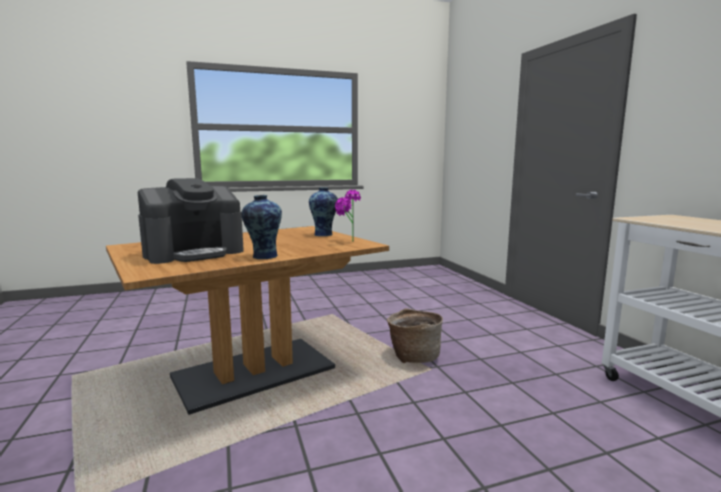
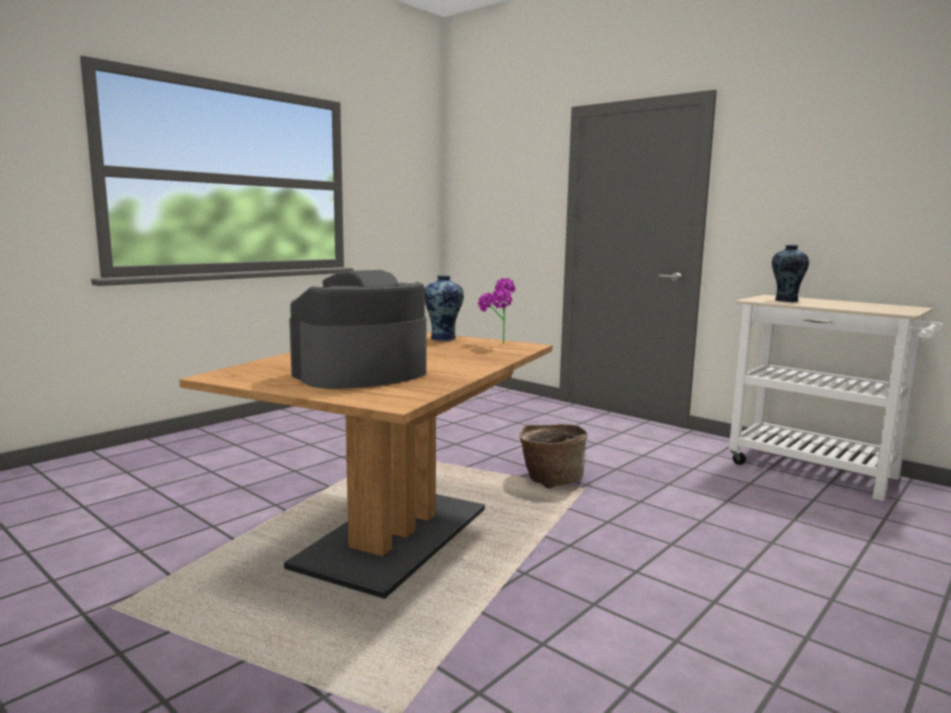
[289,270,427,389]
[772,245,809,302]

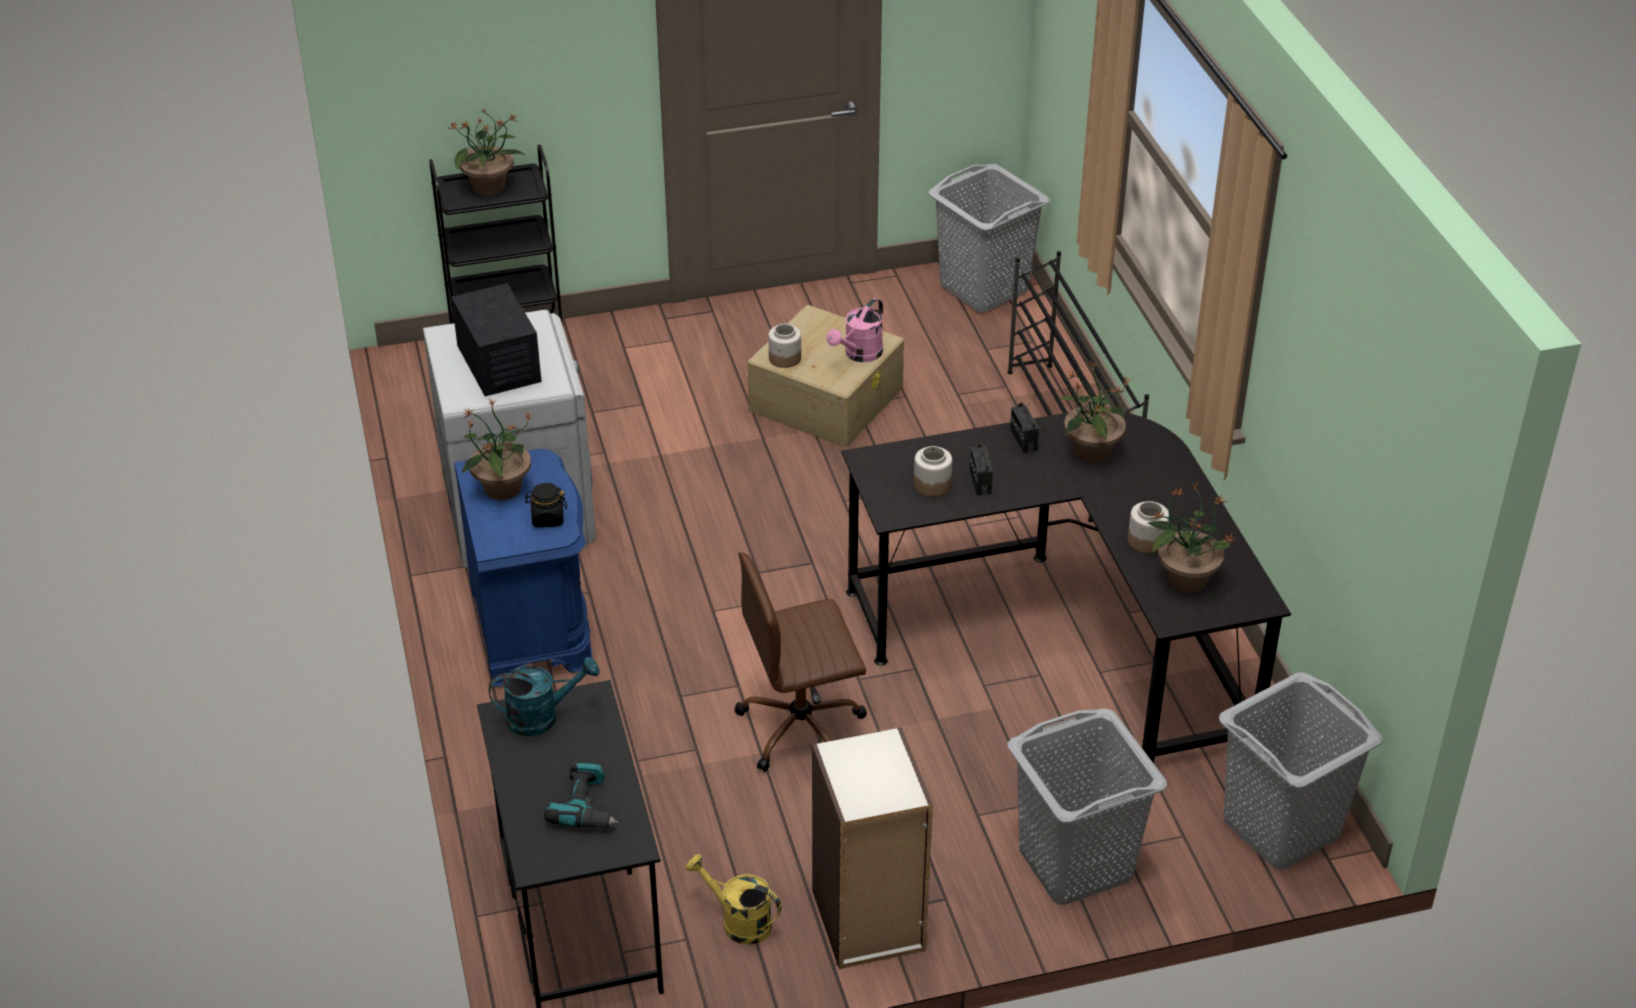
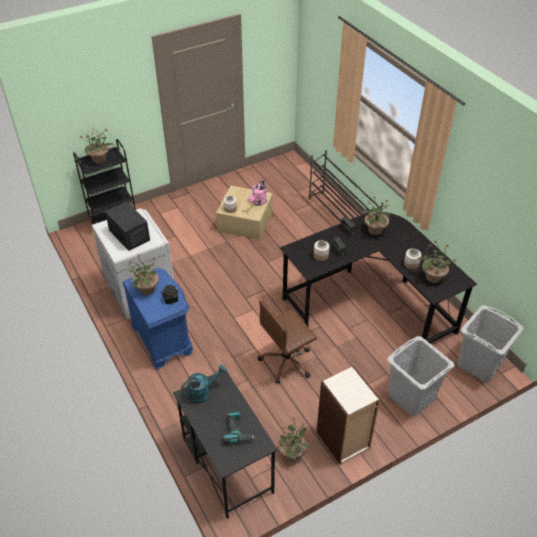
[278,417,310,461]
[928,164,1051,312] (first image)

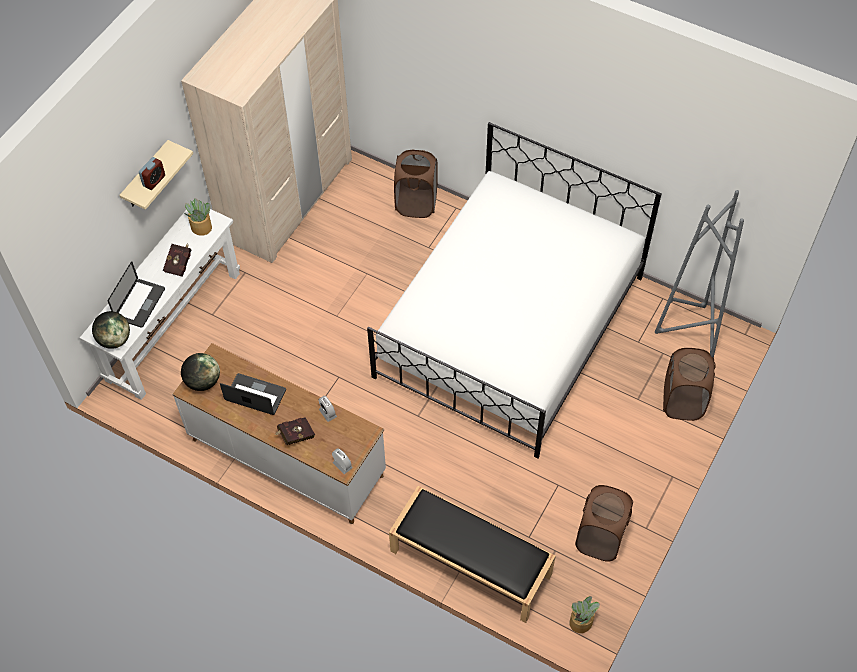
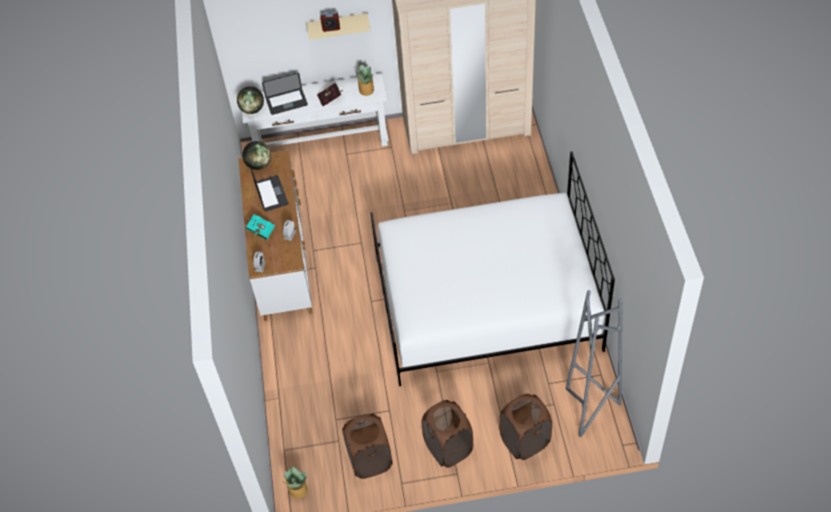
[246,214,275,240]
[421,400,473,468]
[389,486,556,623] (first image)

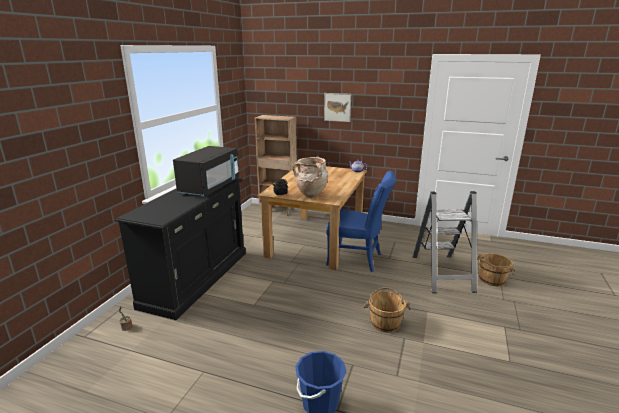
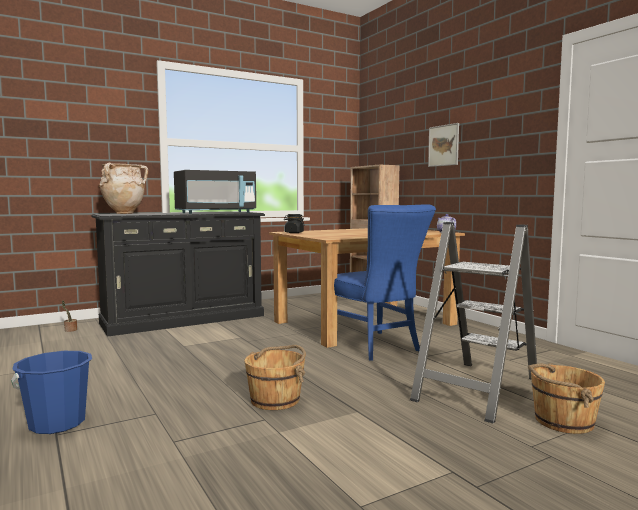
[99,163,148,214]

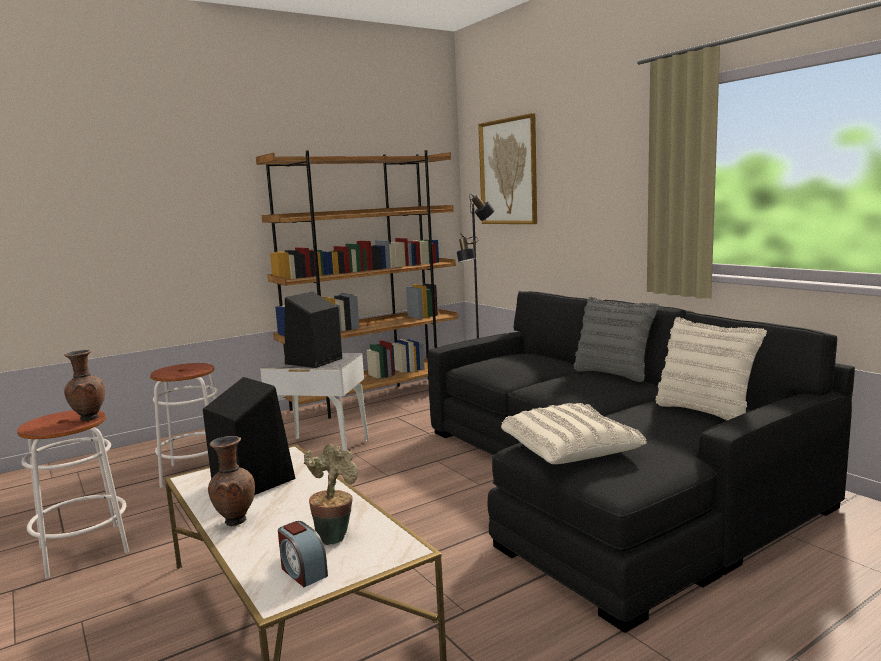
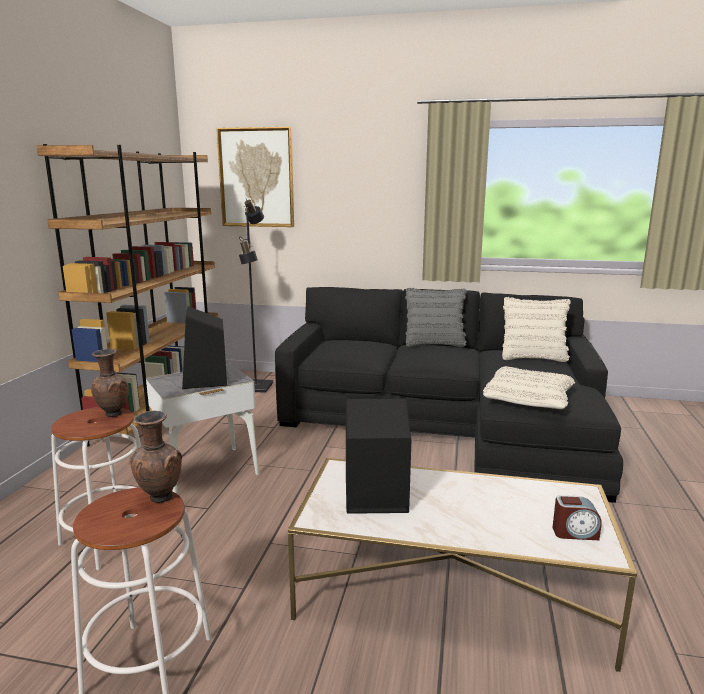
[91,349,129,417]
[304,444,358,545] (first image)

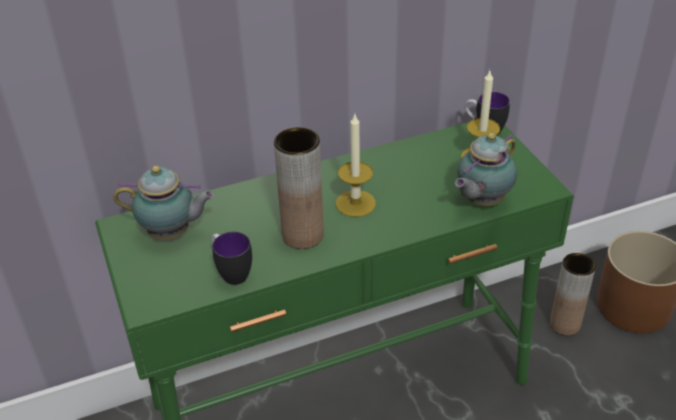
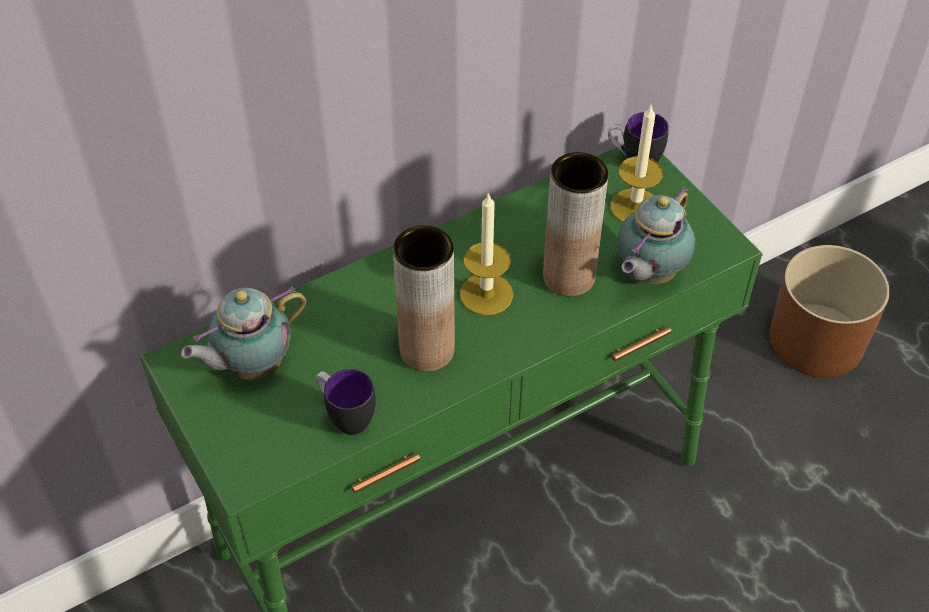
[181,286,306,380]
[543,152,608,297]

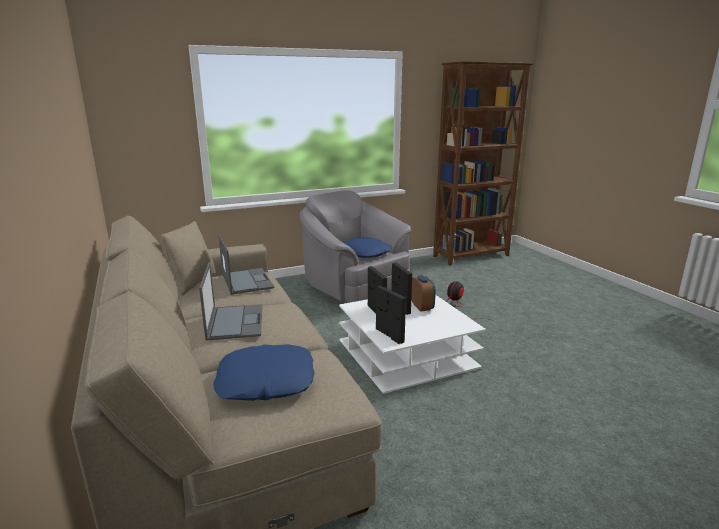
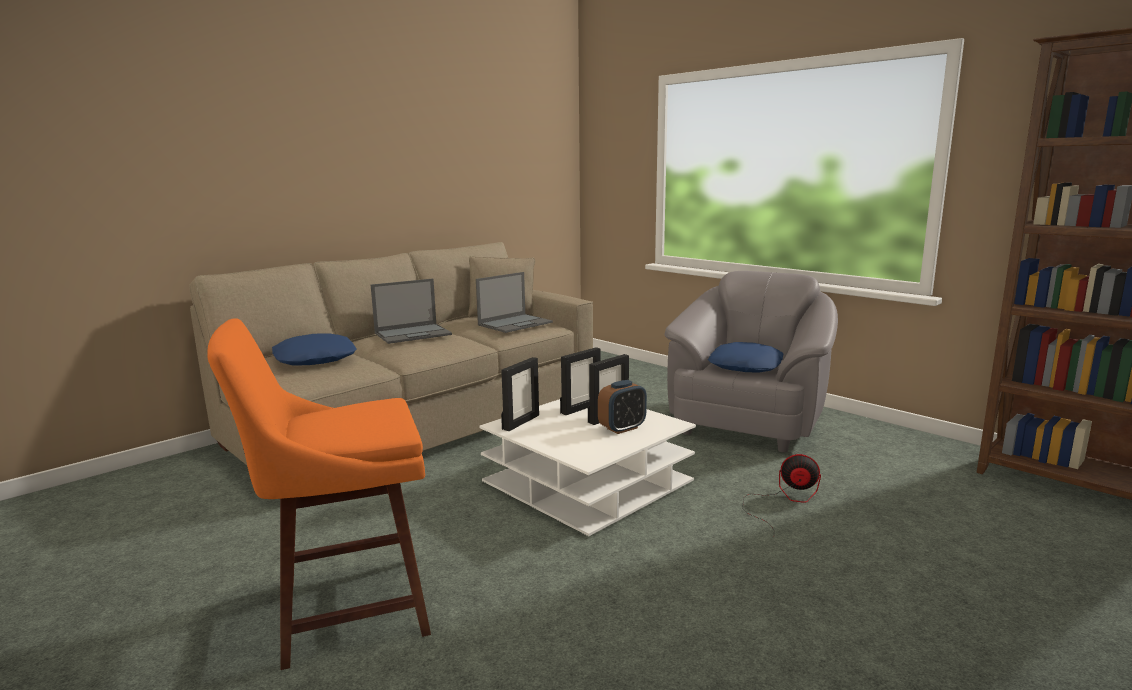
[207,318,431,670]

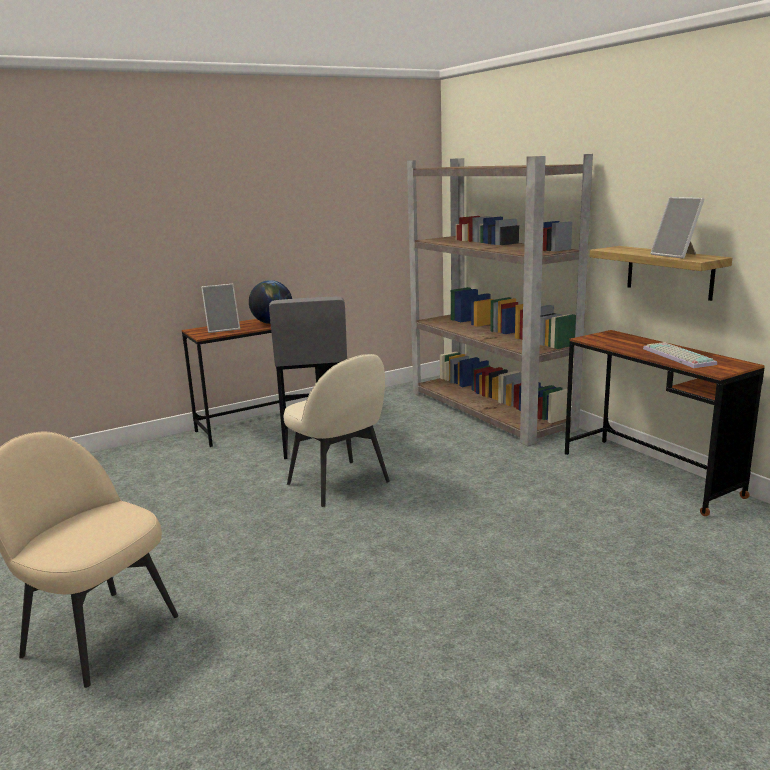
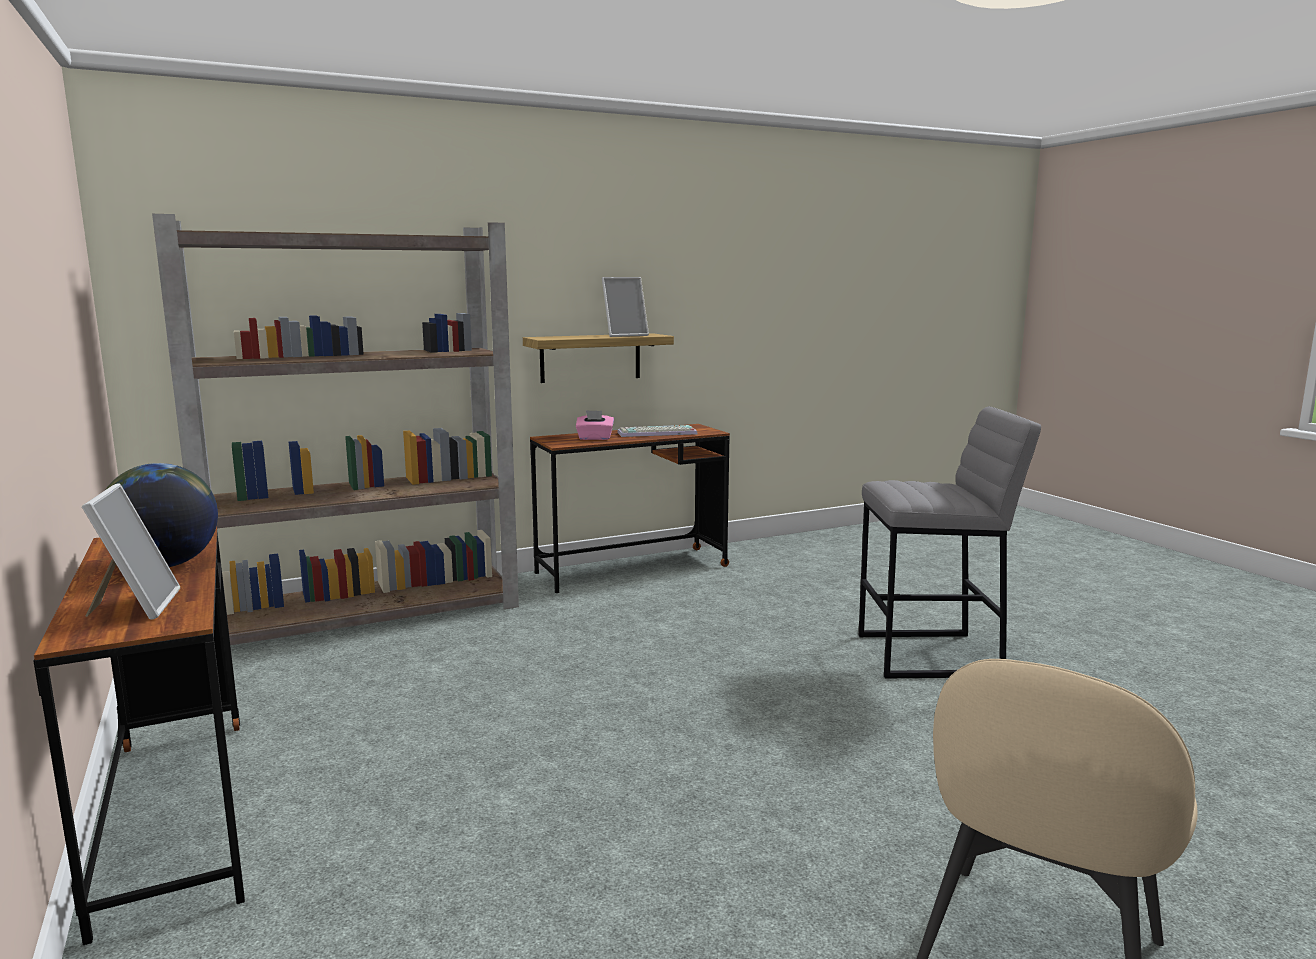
[576,410,614,440]
[859,406,1041,678]
[284,354,390,507] (first image)

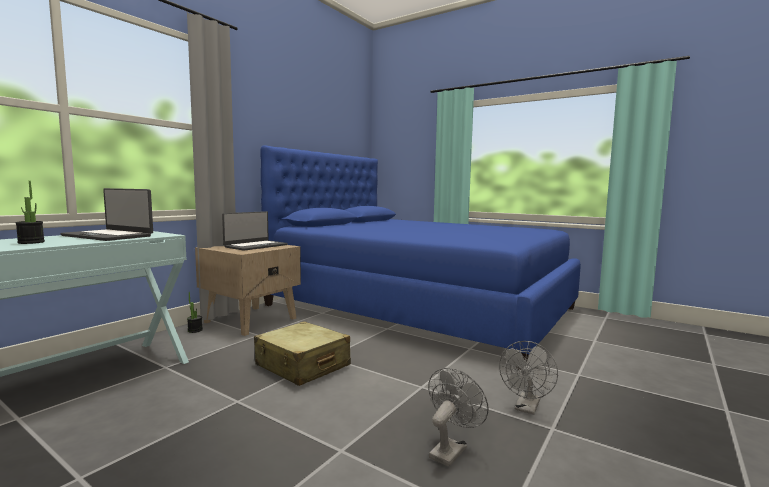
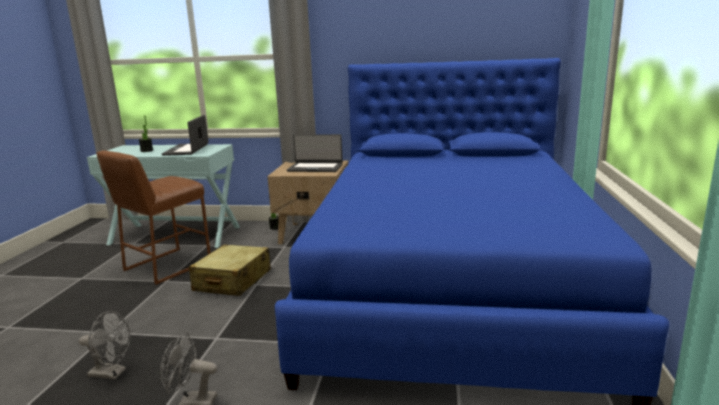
[96,150,211,285]

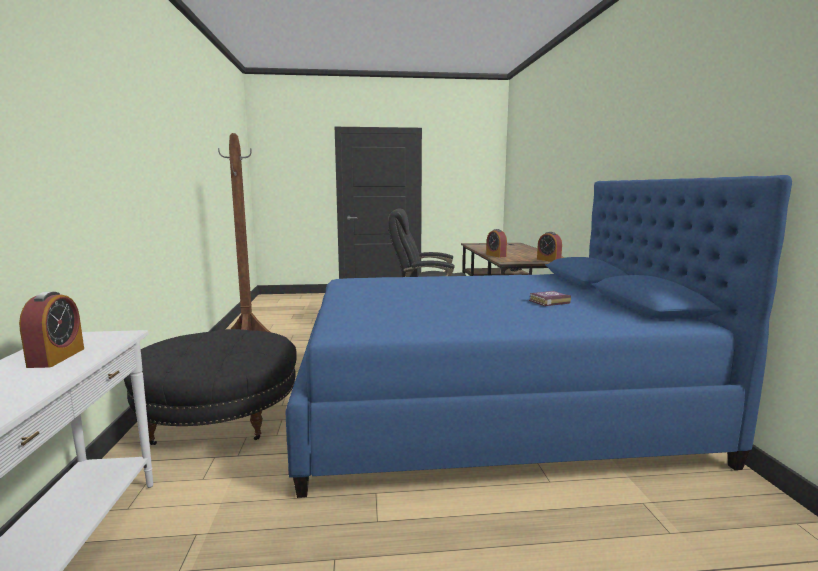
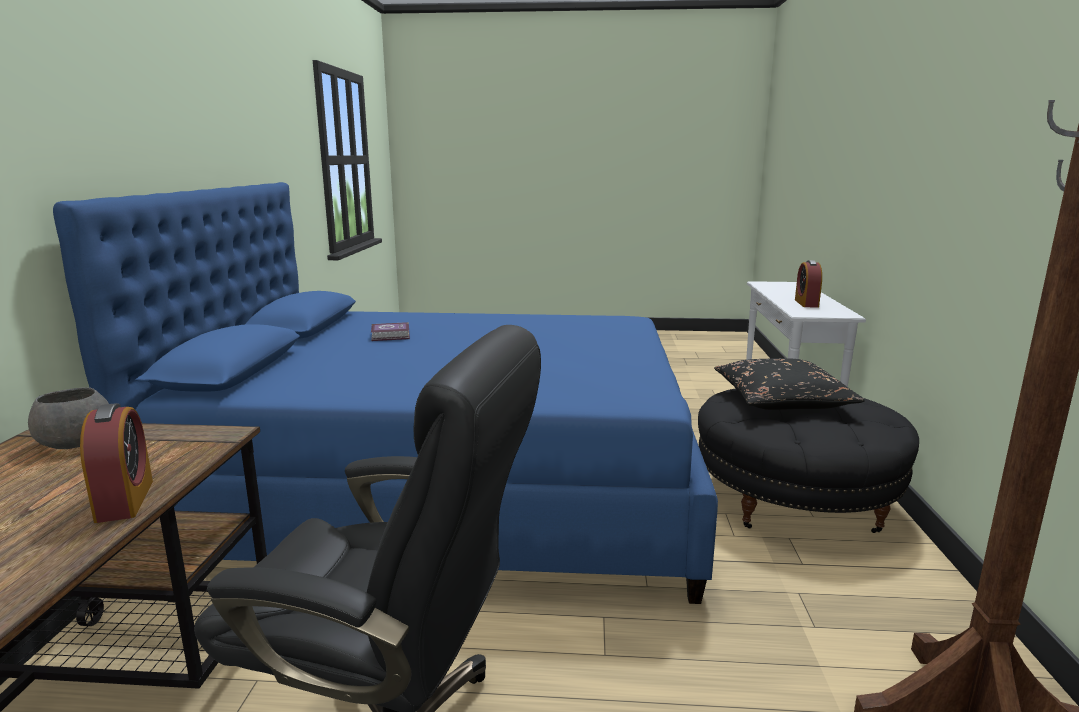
[28,387,109,449]
[714,358,865,410]

